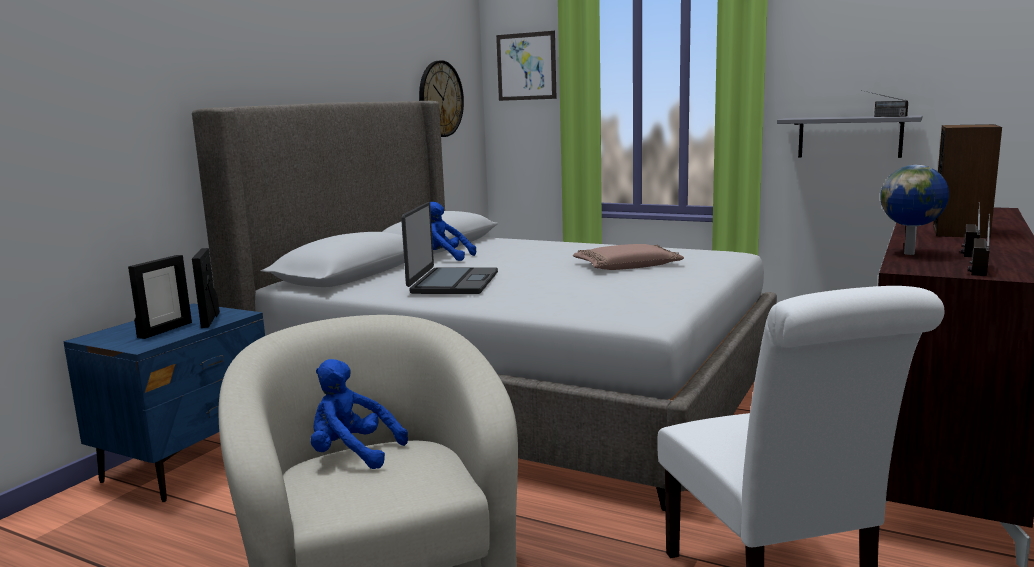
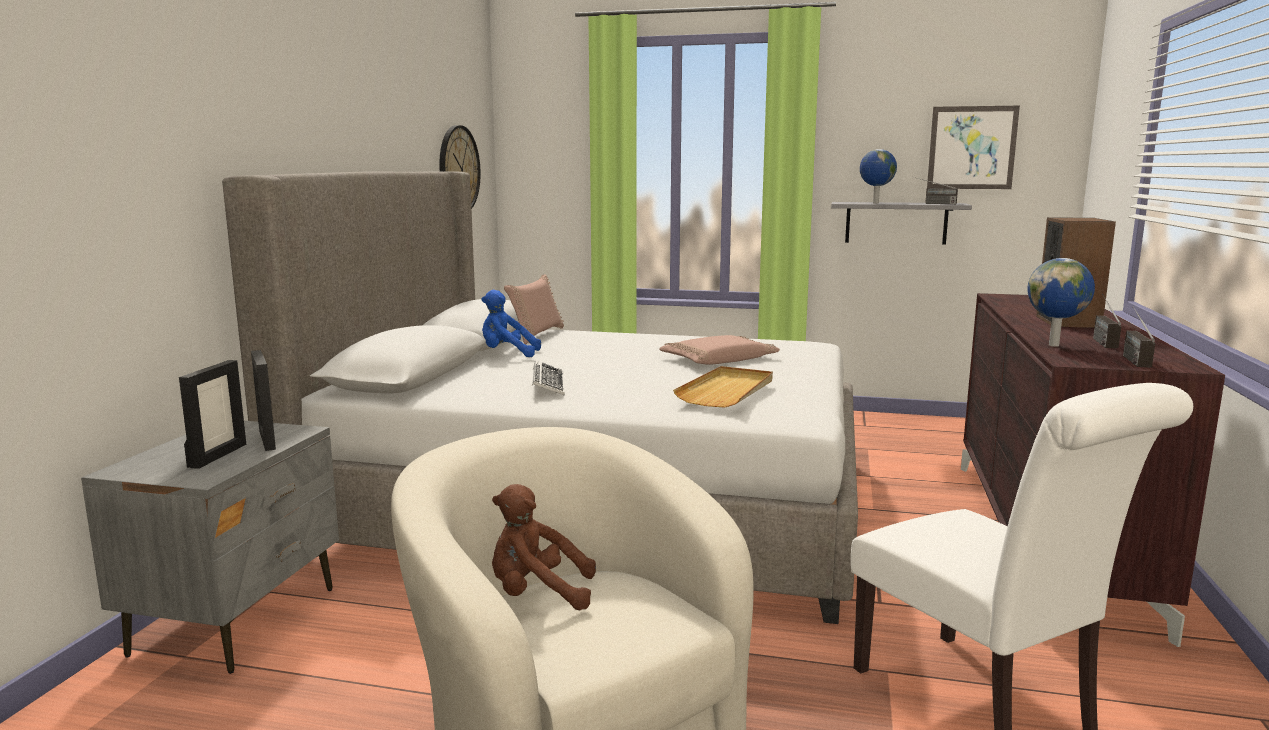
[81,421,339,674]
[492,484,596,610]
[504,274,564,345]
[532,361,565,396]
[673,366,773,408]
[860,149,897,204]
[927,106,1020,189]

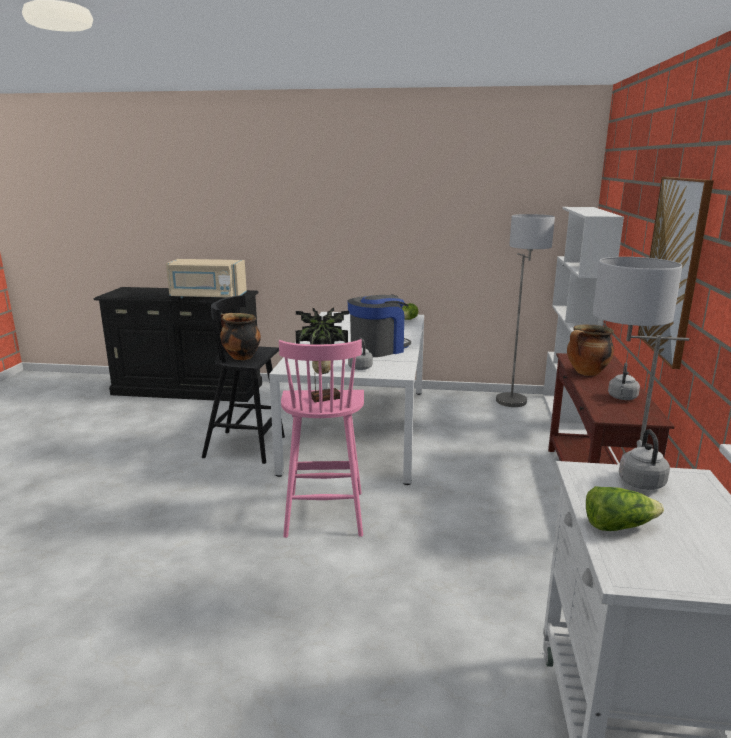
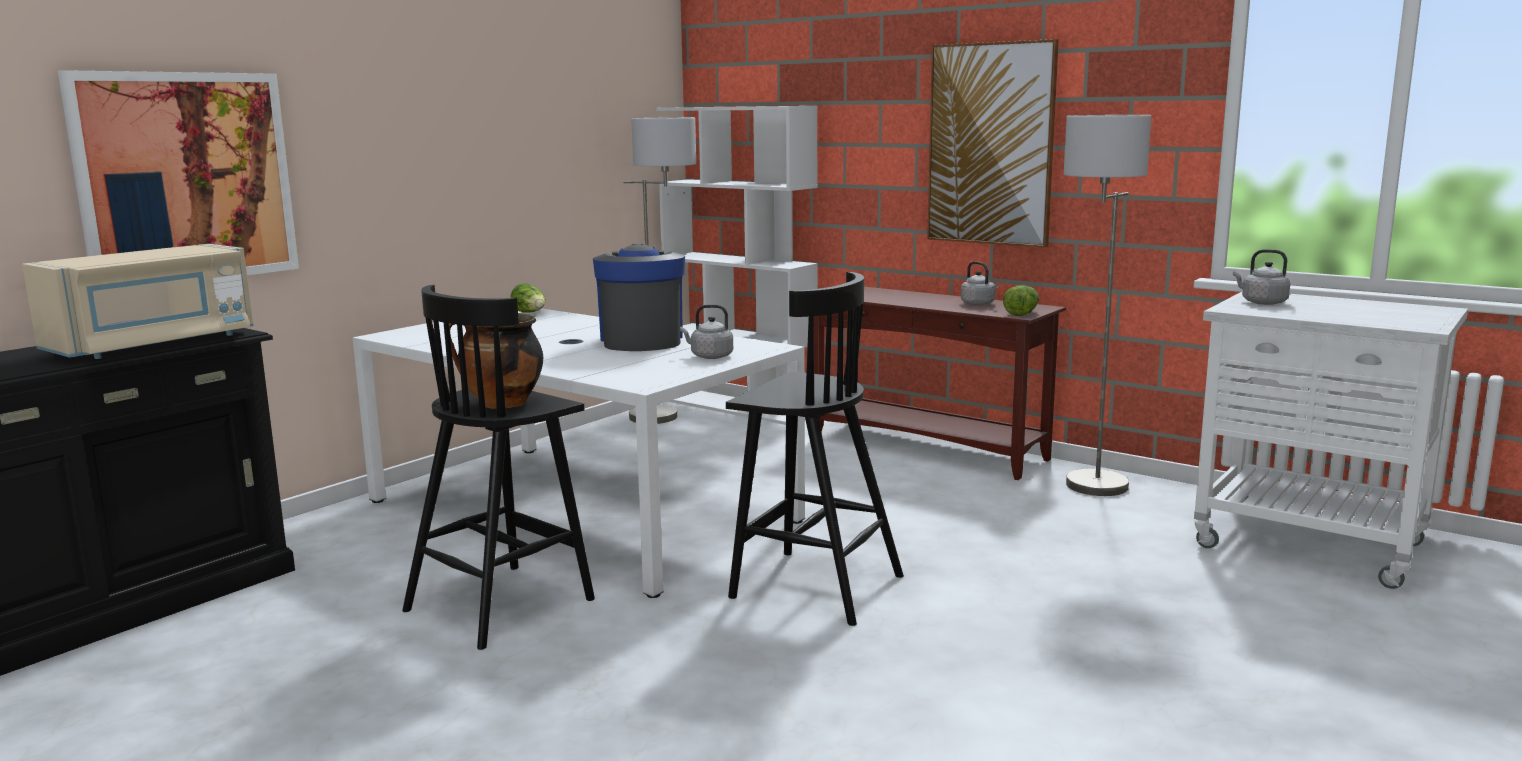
[58,70,299,275]
[726,272,904,626]
[1003,285,1039,316]
[296,307,349,403] (first image)
[567,325,614,376] (first image)

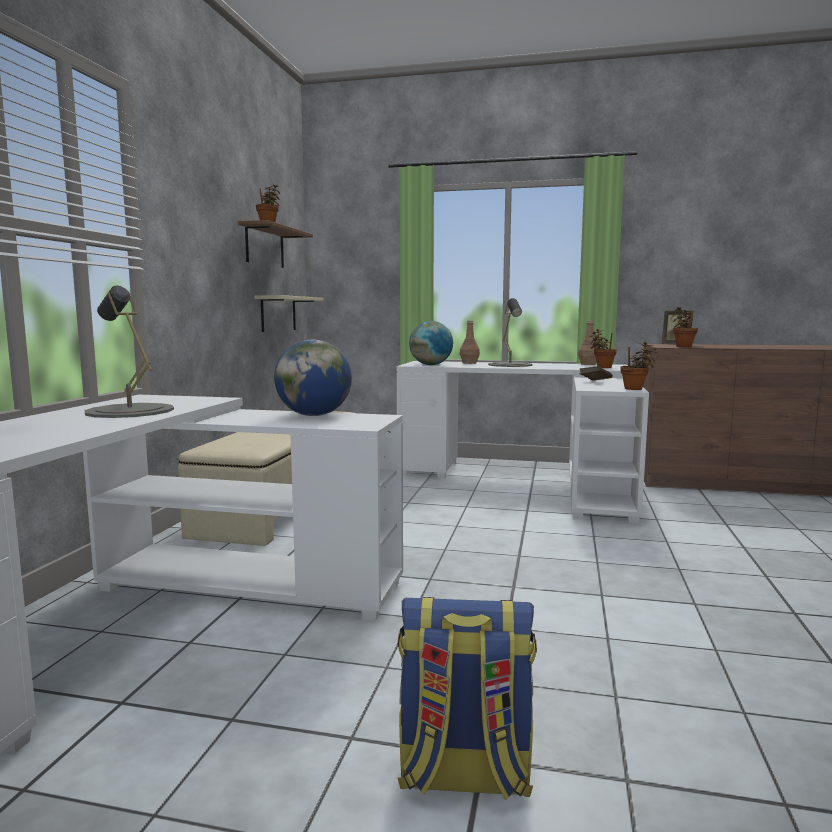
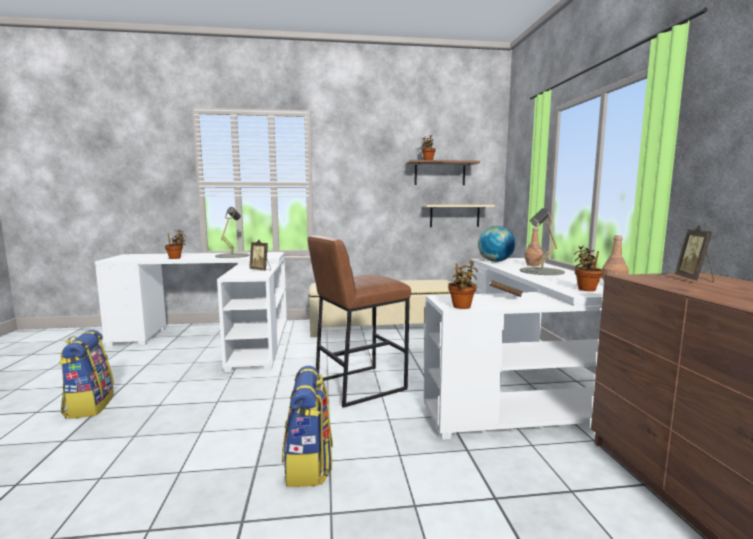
[165,230,185,259]
[249,240,271,271]
[282,366,333,487]
[308,235,411,408]

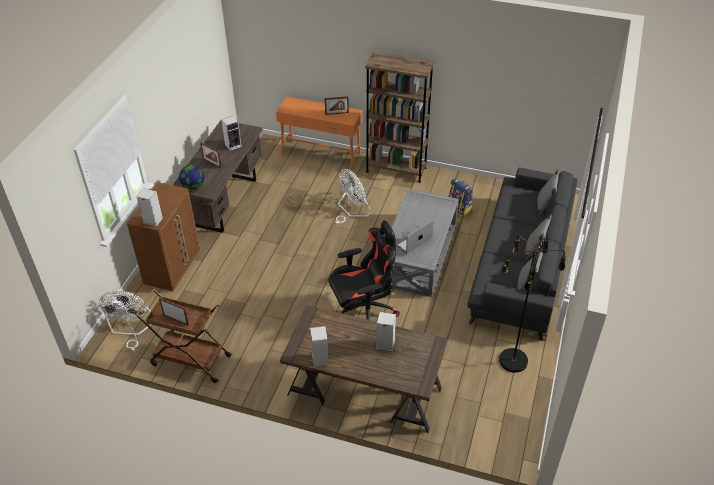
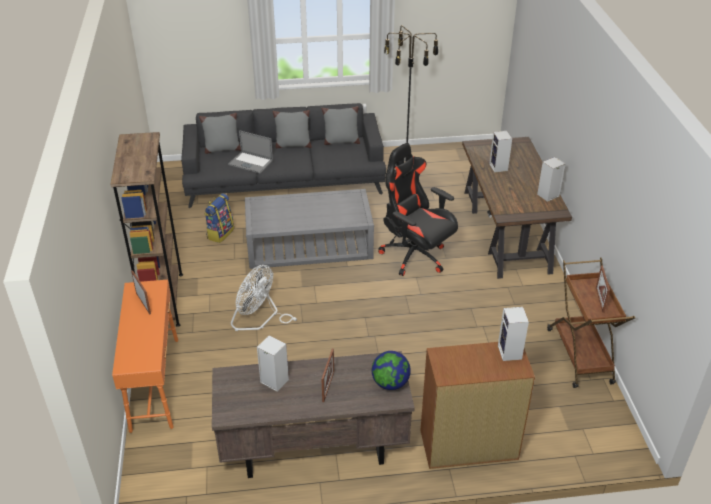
[228,130,273,173]
[98,290,152,351] (first image)

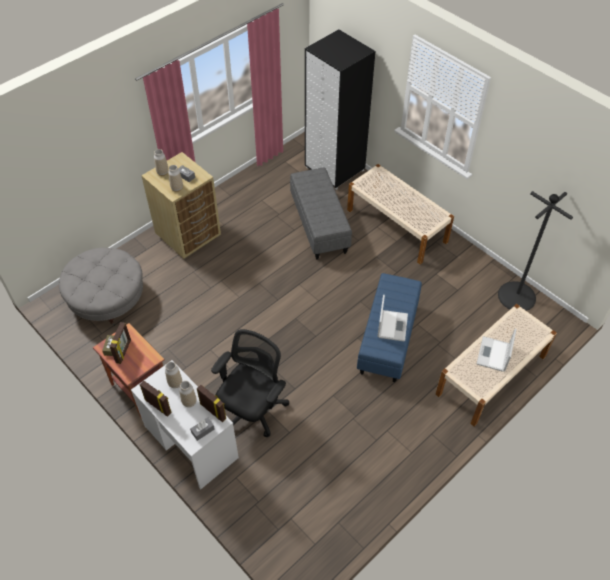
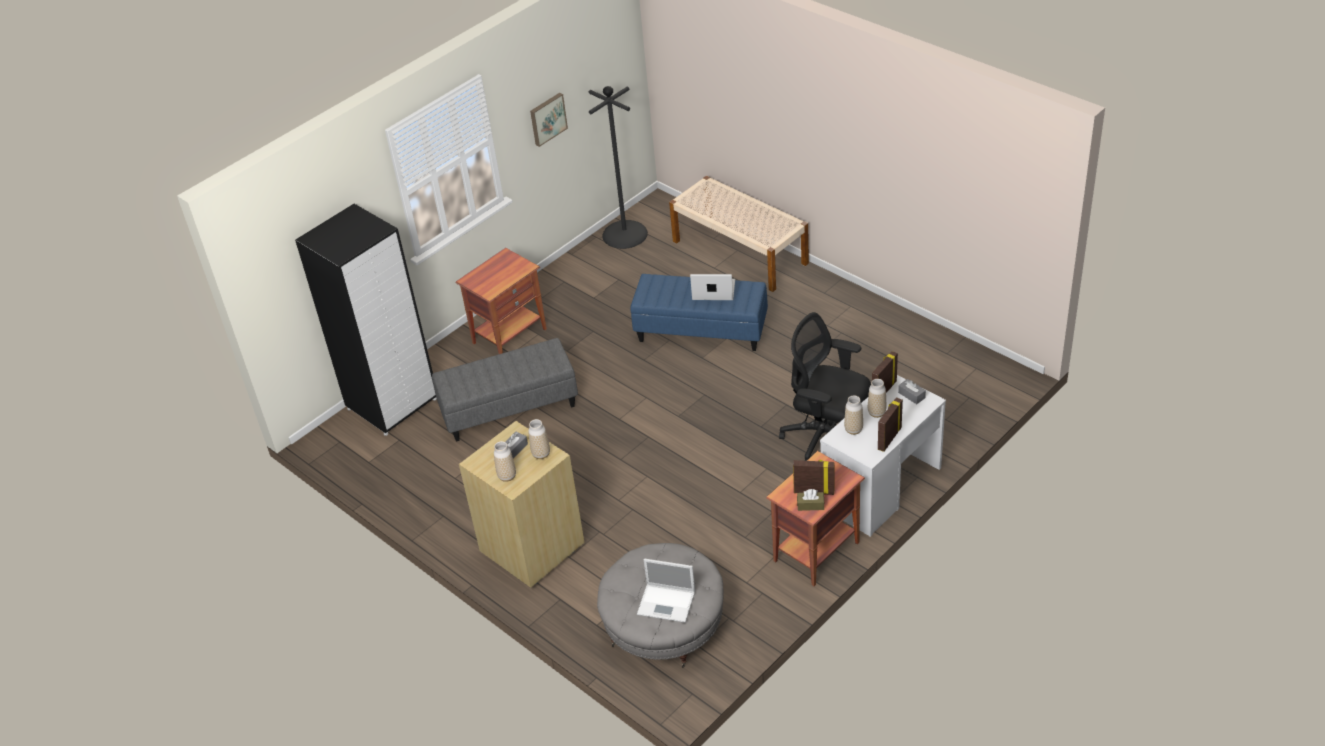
[456,248,547,354]
[530,93,568,147]
[637,558,695,623]

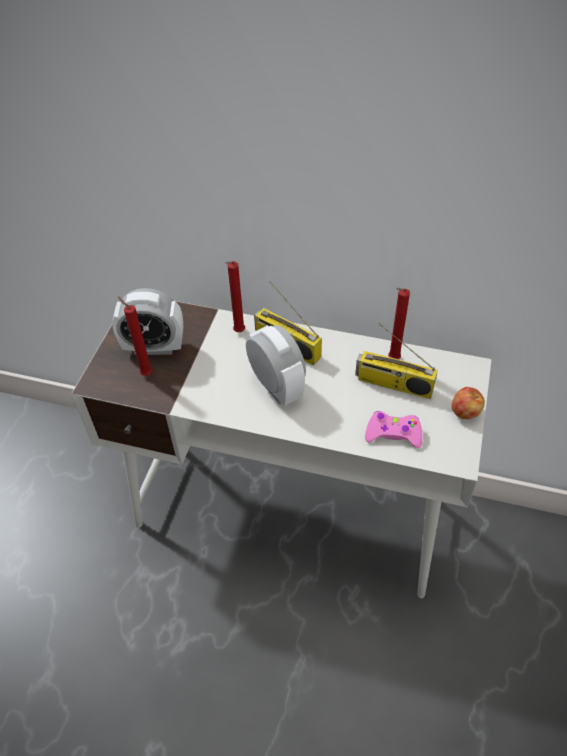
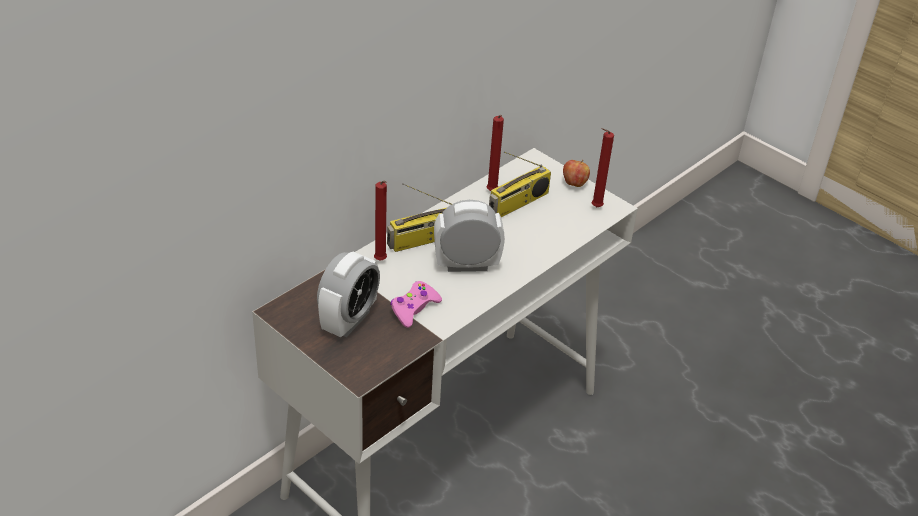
[390,281,442,328]
[591,128,614,207]

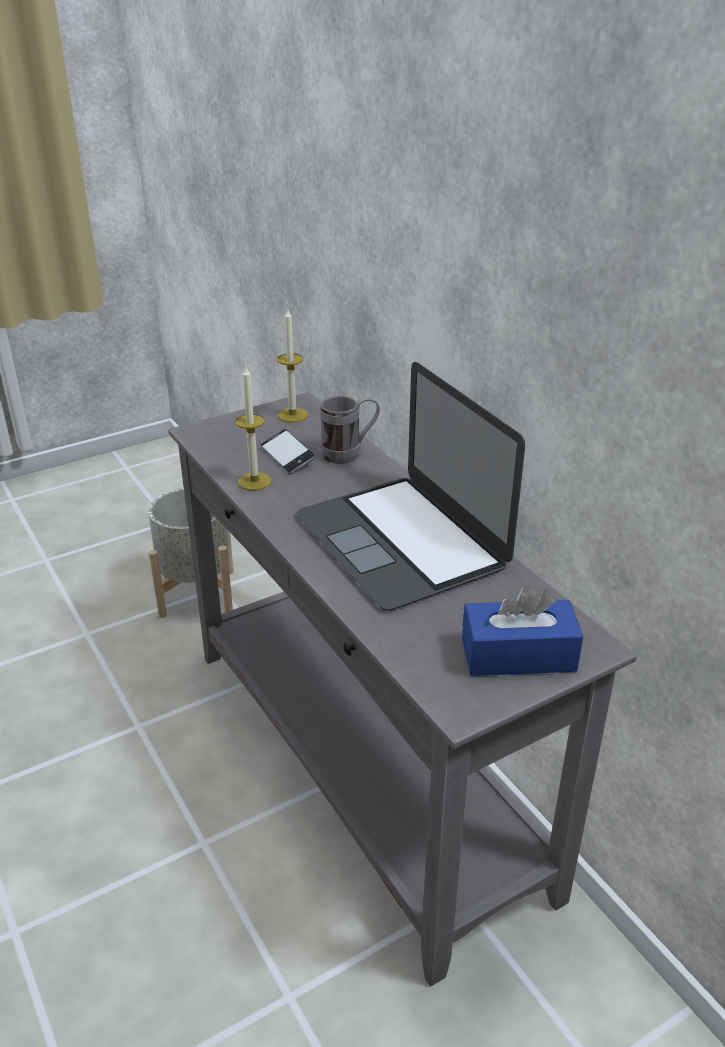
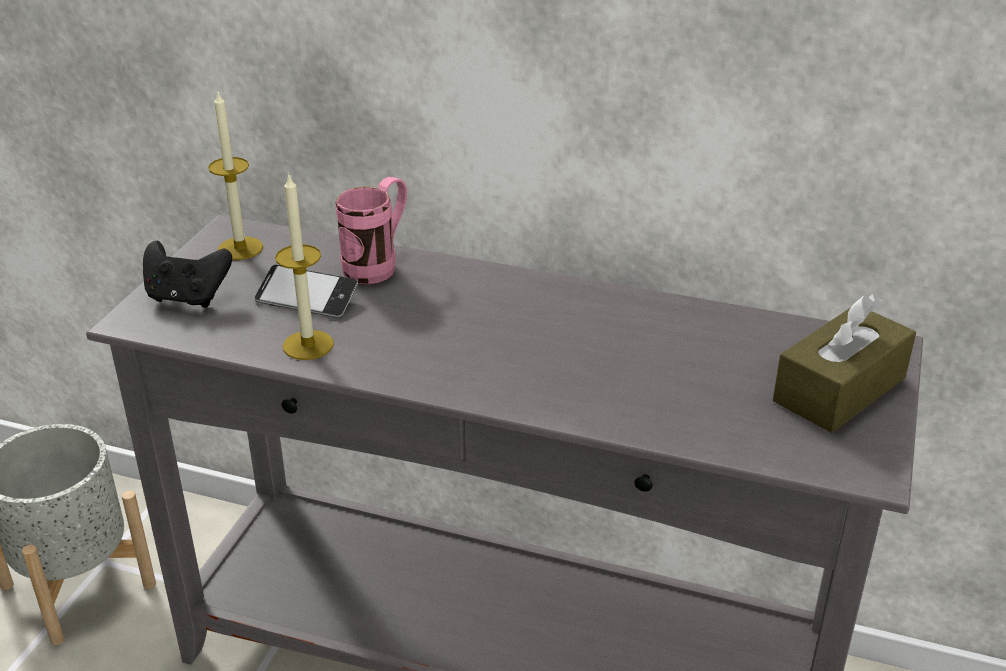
[143,241,232,308]
[335,177,407,284]
[773,294,916,433]
[296,362,525,611] (first image)

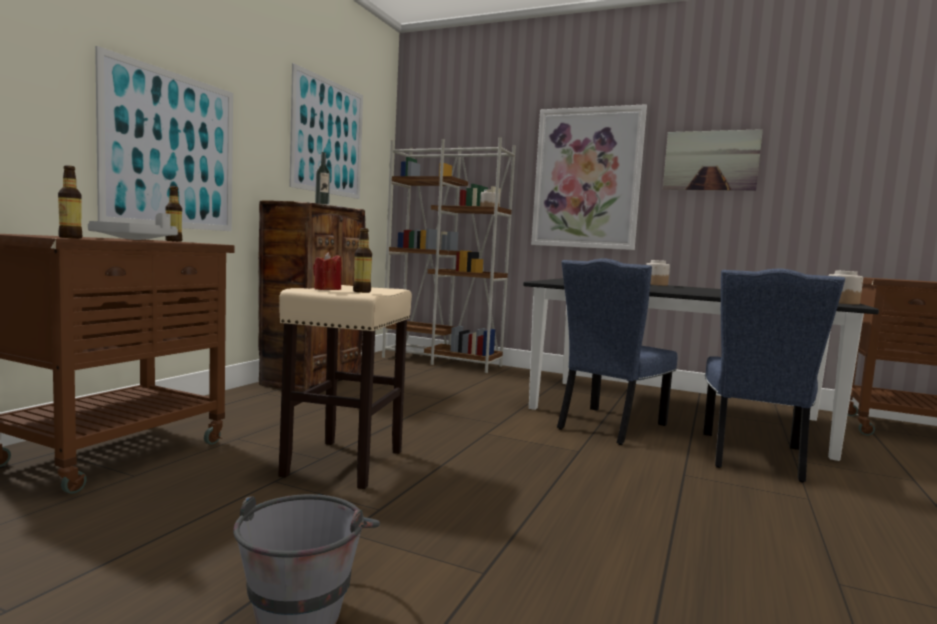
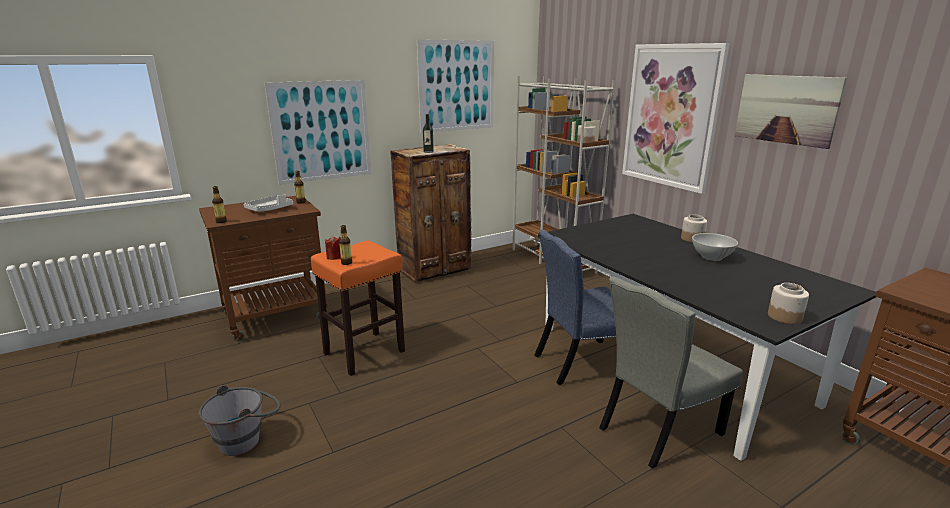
[311,241,405,376]
[599,276,743,469]
[692,233,738,261]

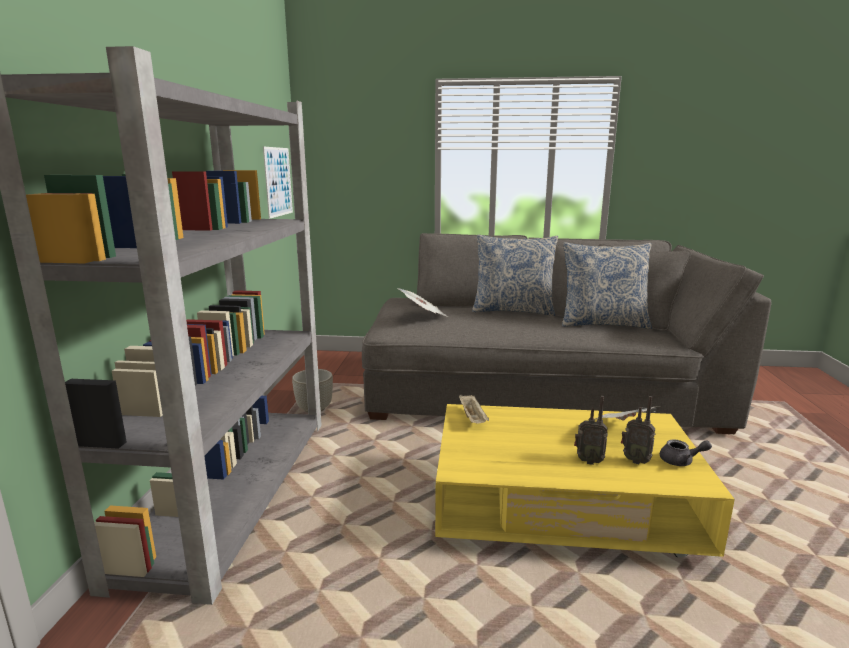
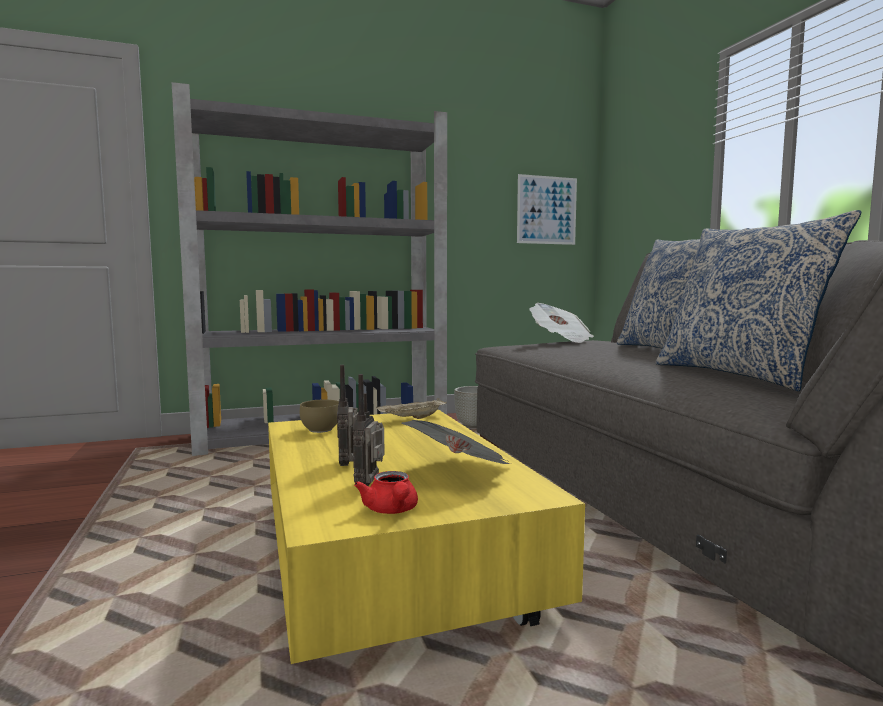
[300,399,339,433]
[354,471,418,514]

